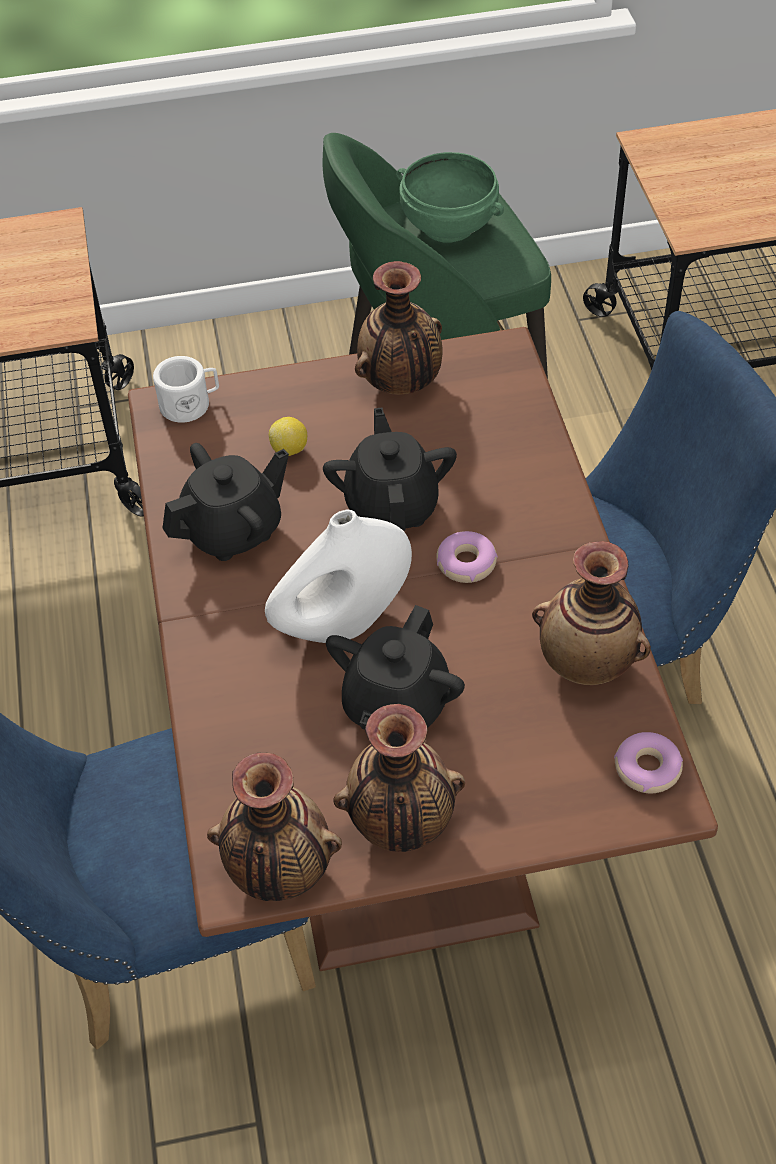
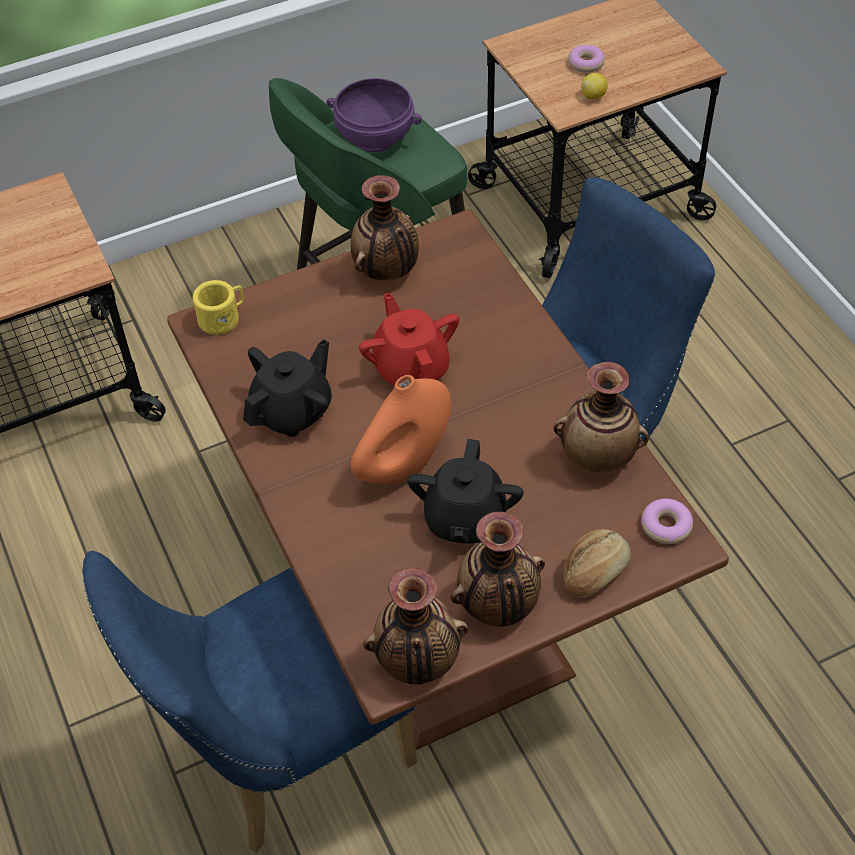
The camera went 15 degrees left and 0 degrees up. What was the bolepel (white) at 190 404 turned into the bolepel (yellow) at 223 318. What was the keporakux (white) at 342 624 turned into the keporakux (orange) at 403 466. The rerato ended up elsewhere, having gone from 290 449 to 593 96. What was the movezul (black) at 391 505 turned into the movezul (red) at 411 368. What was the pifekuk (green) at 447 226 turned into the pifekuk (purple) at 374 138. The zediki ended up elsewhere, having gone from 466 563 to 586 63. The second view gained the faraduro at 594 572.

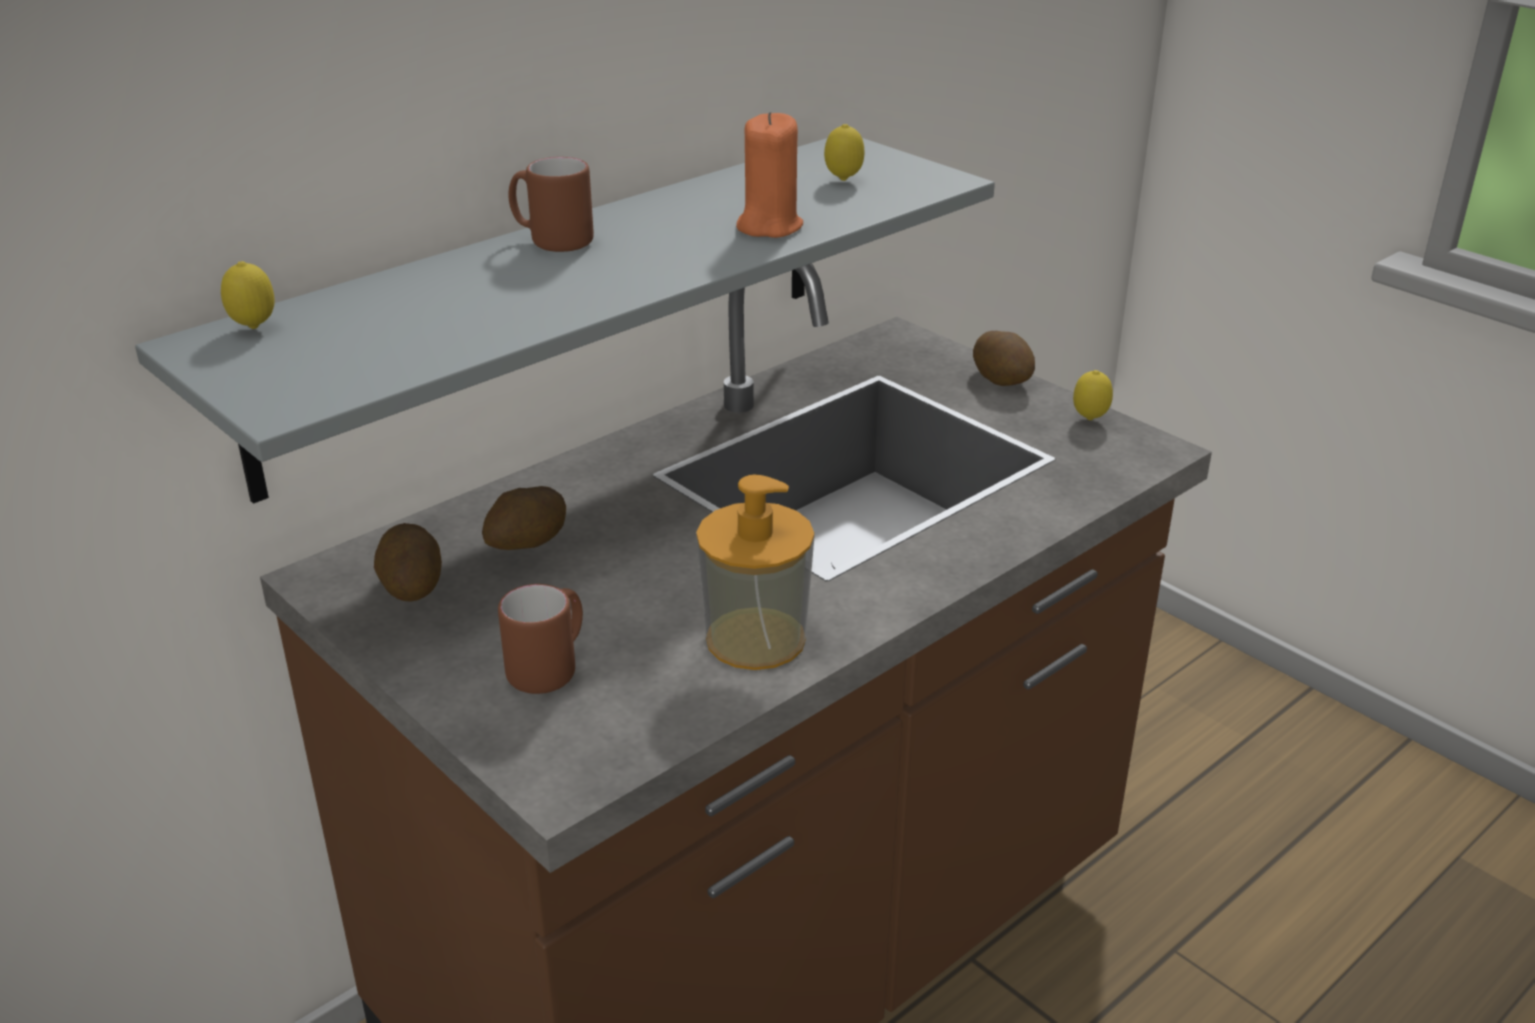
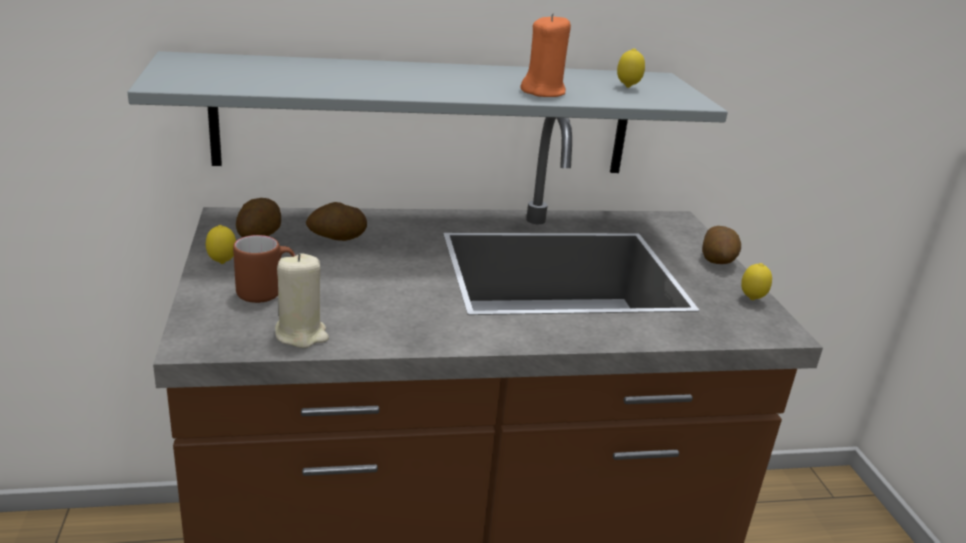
The camera went 30 degrees right and 5 degrees down. The rerato ended up elsewhere, having gone from 254 328 to 222 263. The second view lost the bolepel (brown) at 552 241. The second view lost the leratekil at 755 639. The second view gained the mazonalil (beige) at 301 334.

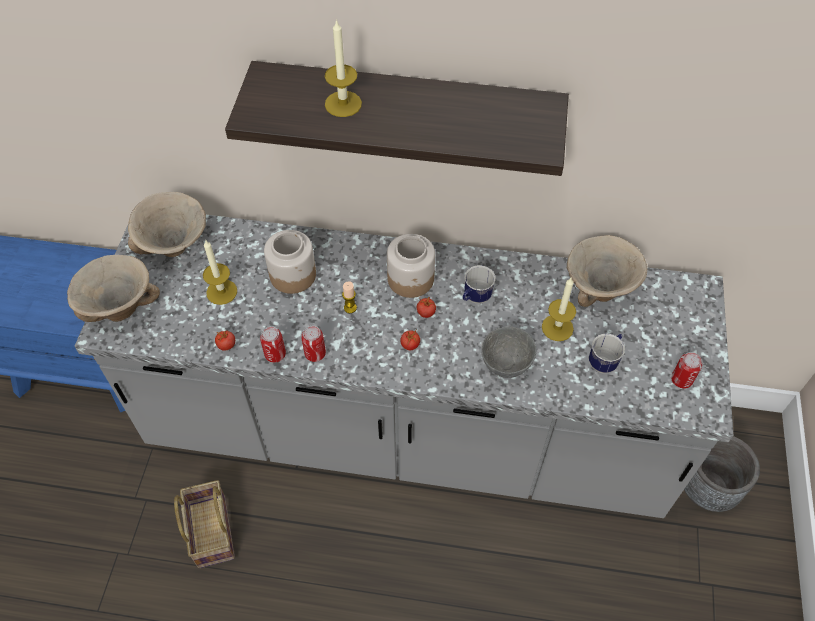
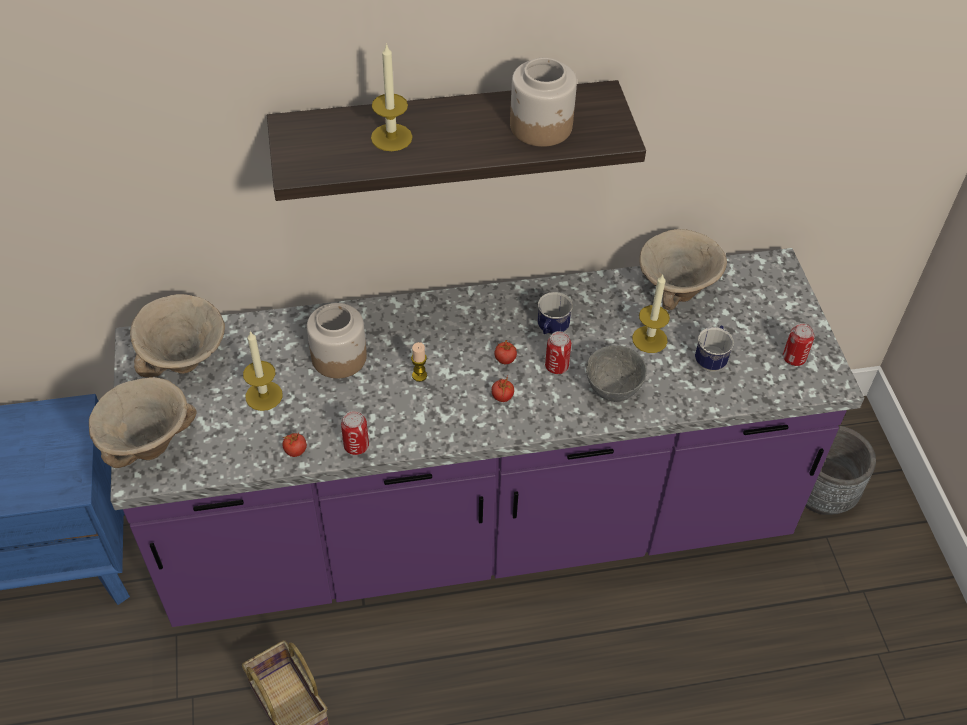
The camera went 20 degrees left and 5 degrees down. What was the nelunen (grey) at 407 433 turned into the nelunen (purple) at 478 529. The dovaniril ended up elsewhere, having gone from 315 353 to 556 366. The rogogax ended up elsewhere, having gone from 411 279 to 542 127.

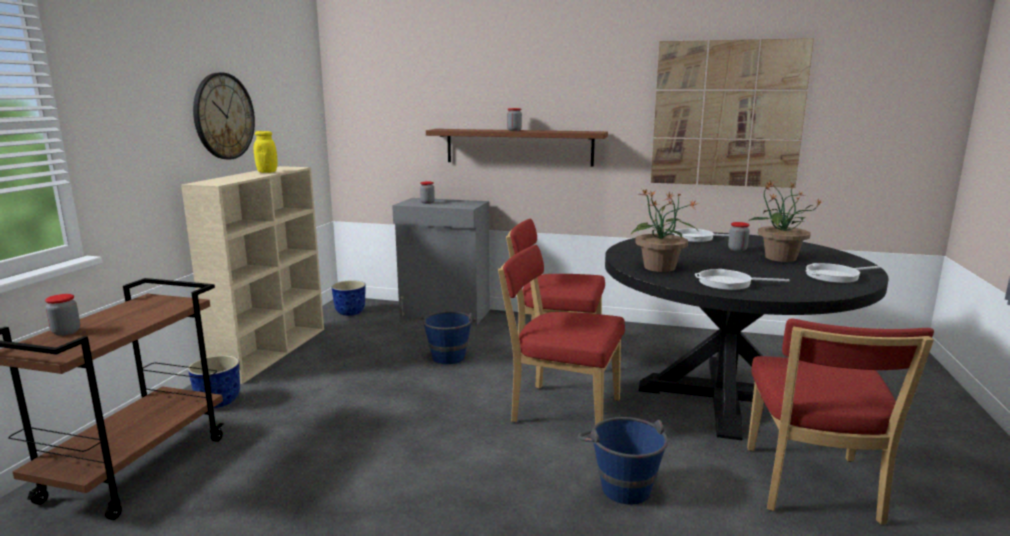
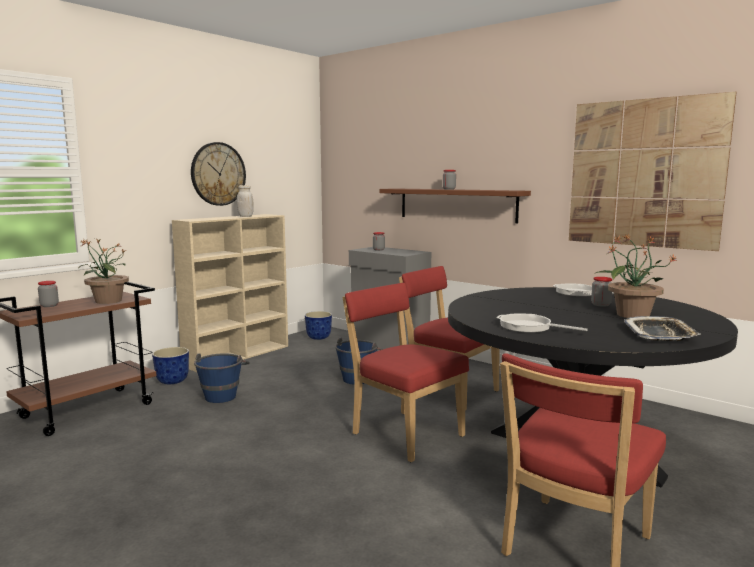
The camera went 25 degrees right and 5 degrees down. What was the rogogax (yellow) at 267 172 turned into the rogogax (white) at 245 216. The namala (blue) ended up elsewhere, having gone from 620 483 to 223 394. The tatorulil ended up elsewhere, having gone from 660 268 to 107 301. Where the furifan stood at 835 276, the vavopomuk came to stand at 660 334.

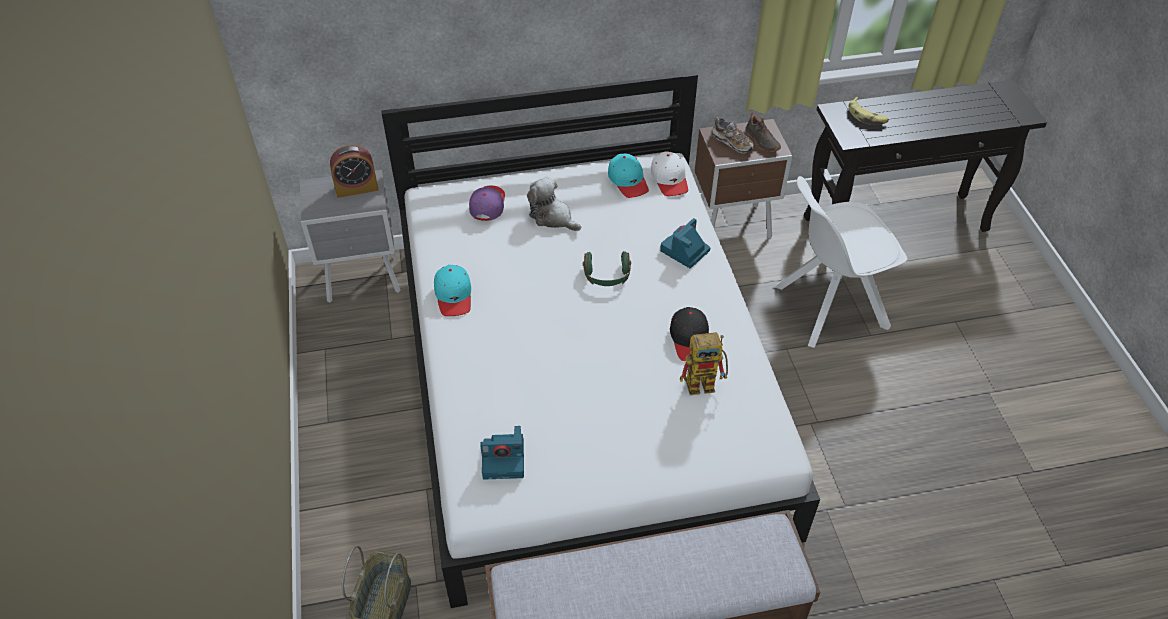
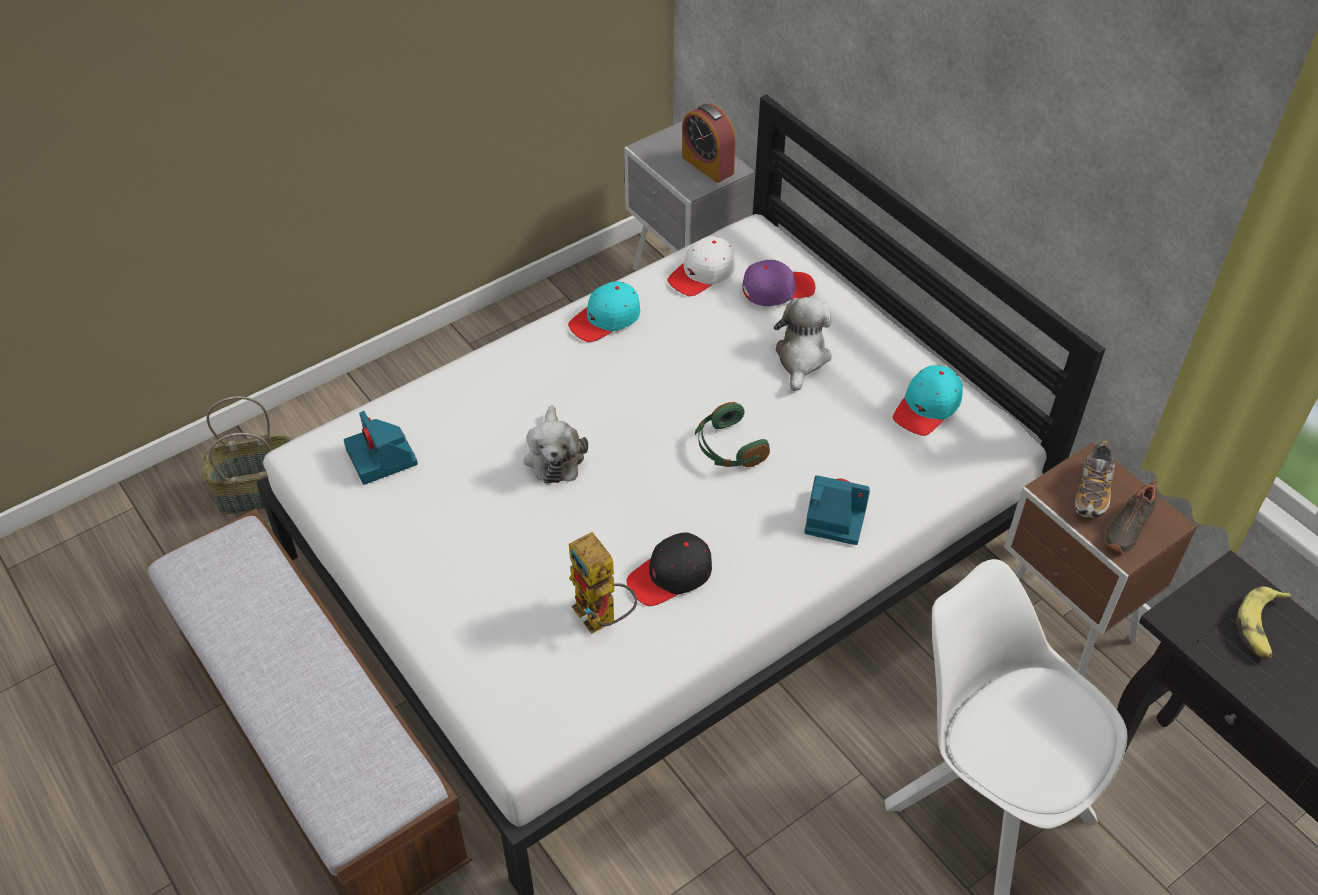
The camera went 65 degrees right and 0 degrees up. The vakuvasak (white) ended up elsewhere, having gone from 669 179 to 702 274. The second view gained the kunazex at 554 456.

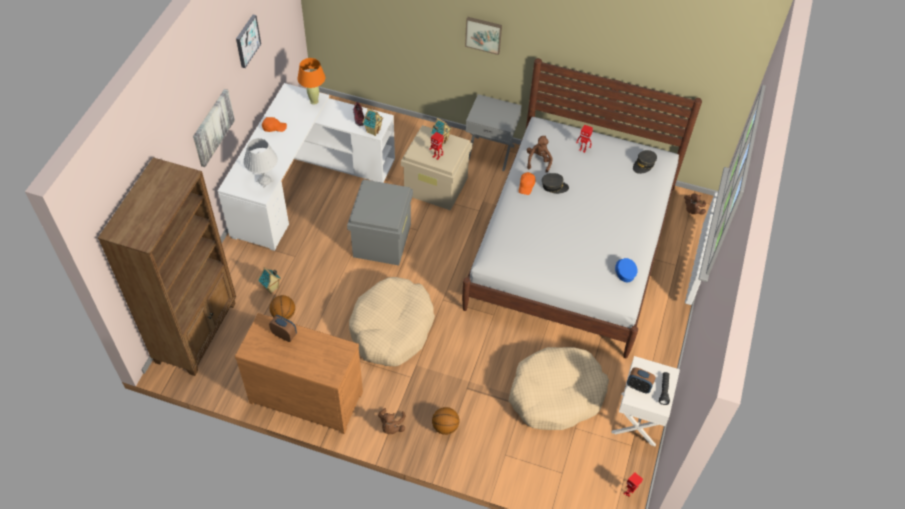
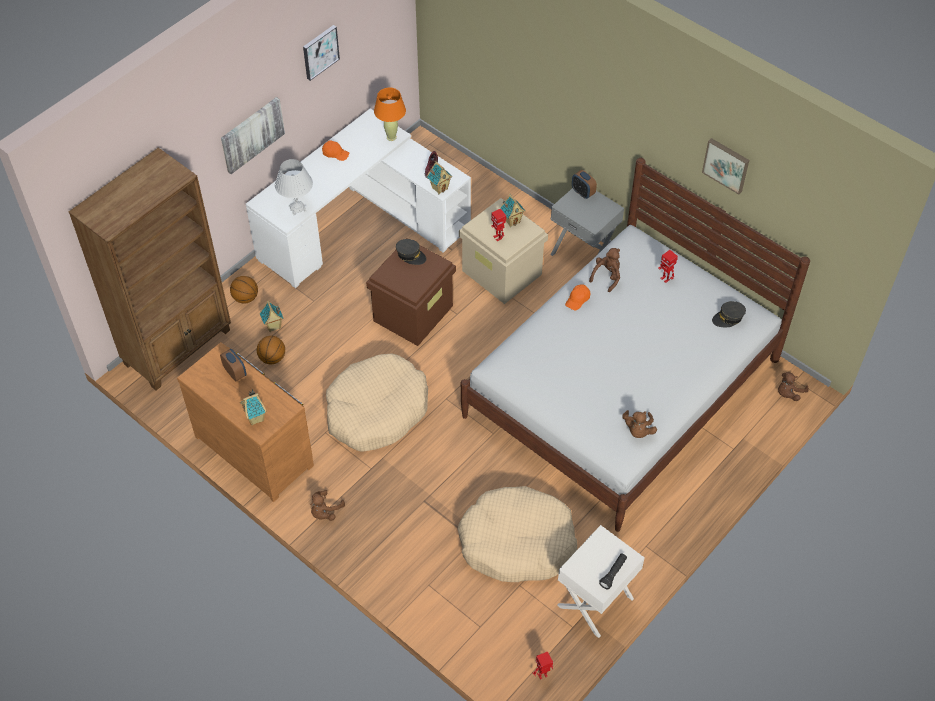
The camera went 25 degrees right and 0 degrees up. What was the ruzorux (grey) at 382 240 turned into the ruzorux (brown) at 413 312. The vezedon ended up elsewhere, having gone from 445 426 to 245 298. The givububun ended up elsewhere, having gone from 483 34 to 726 165. The vakuvasak (grey) ended up elsewhere, having gone from 554 186 to 411 255. Where the vakuvasak (blue) stood at 624 272, the kunazex (brown) came to stand at 638 430. The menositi ended up elsewhere, having gone from 638 386 to 583 192. The second view gained the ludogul at 256 418.

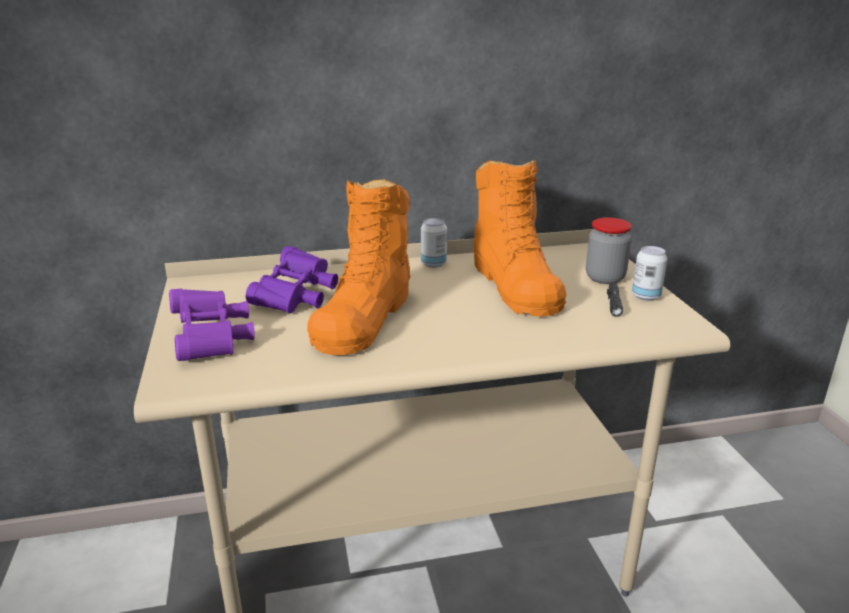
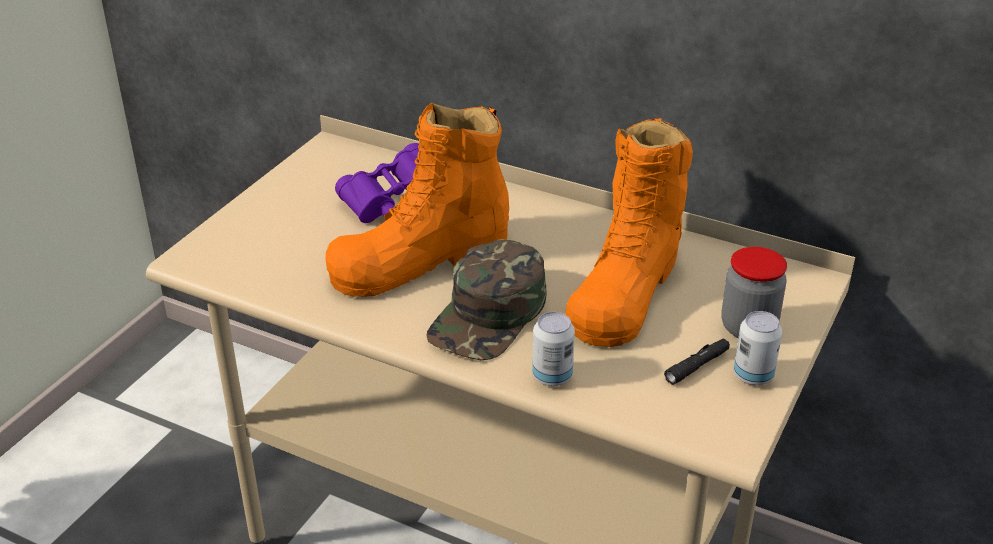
The camera went 40 degrees right and 10 degrees up. The second view lost the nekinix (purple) at 212 340. The dovaniril ended up elsewhere, having gone from 433 264 to 552 376. The second view gained the vakuvasak (green) at 489 315.

